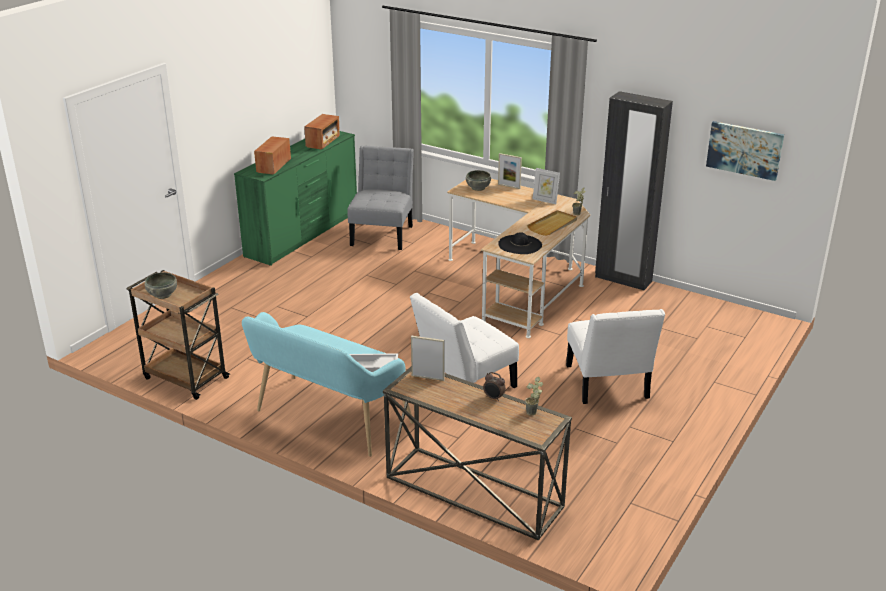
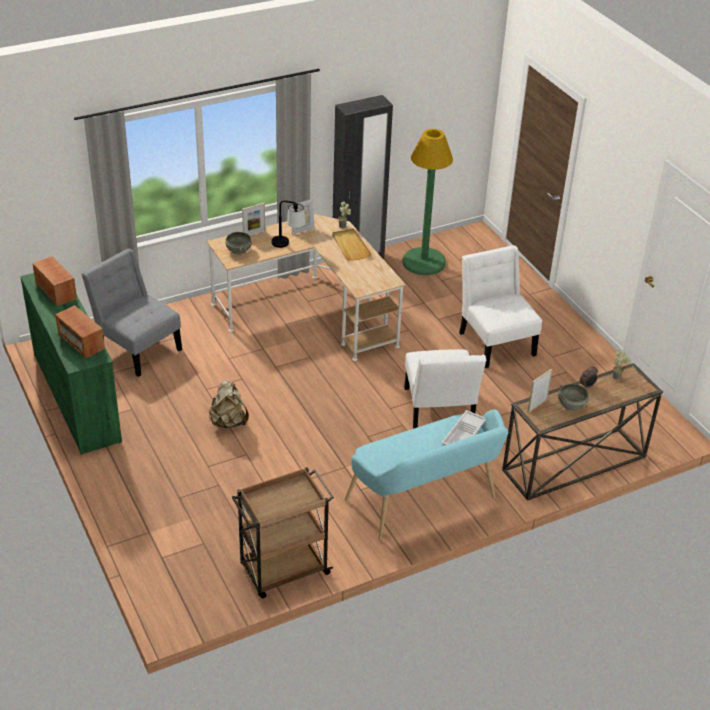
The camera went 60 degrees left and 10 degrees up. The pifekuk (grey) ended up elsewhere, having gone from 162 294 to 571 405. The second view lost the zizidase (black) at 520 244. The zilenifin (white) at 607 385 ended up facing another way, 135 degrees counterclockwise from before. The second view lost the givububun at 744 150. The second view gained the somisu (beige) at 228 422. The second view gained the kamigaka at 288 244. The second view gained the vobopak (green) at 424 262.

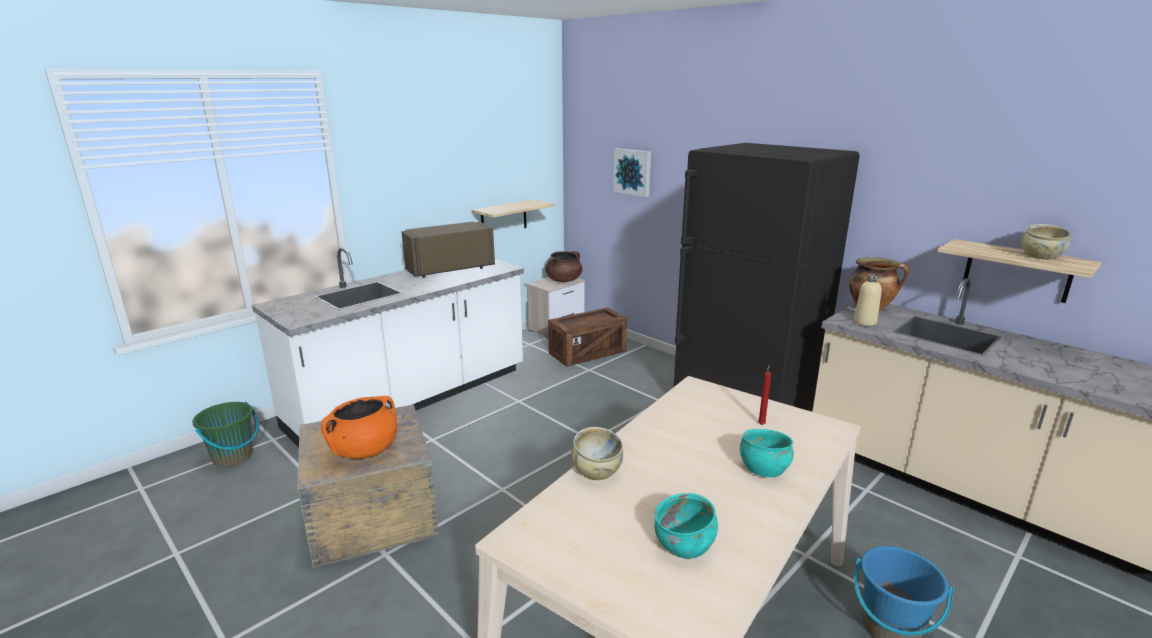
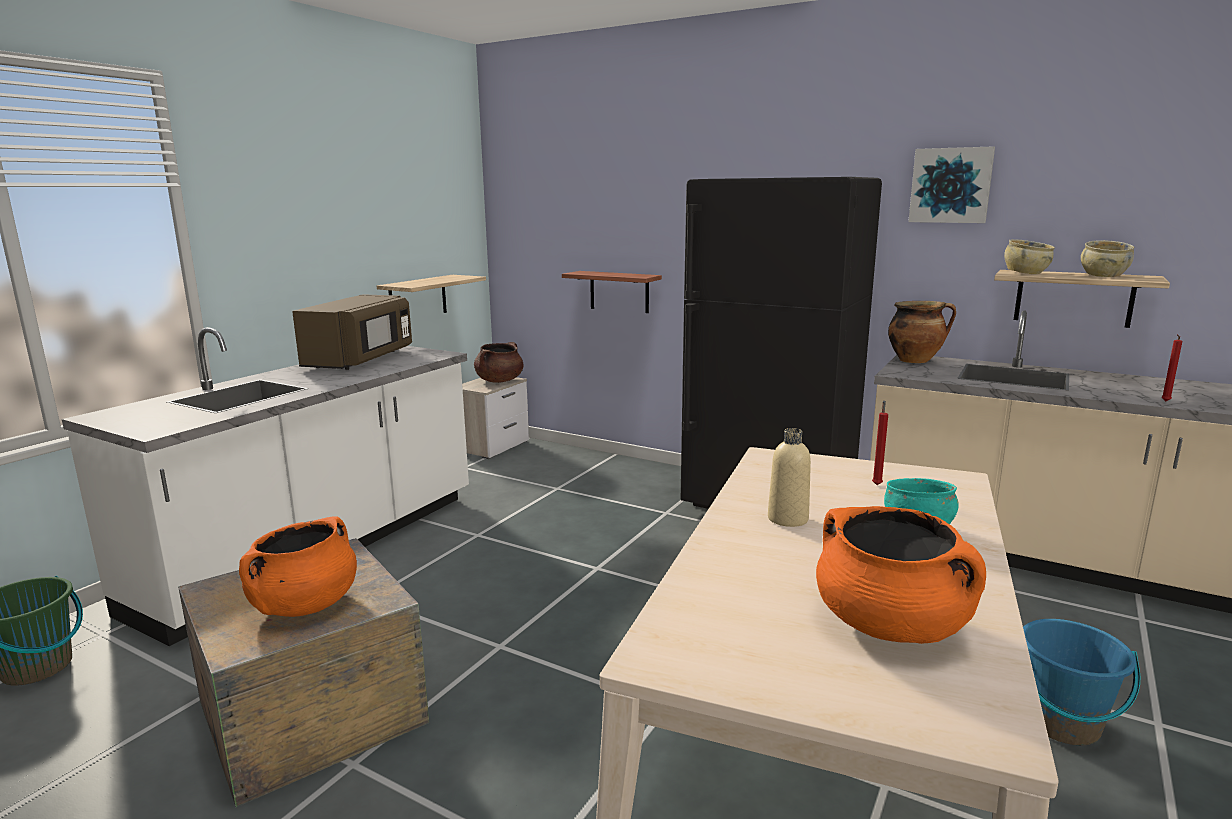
The camera went 15 degrees left and 5 degrees down. The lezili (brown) at 449 268 ended up facing another way, 150 degrees clockwise from before. The second view lost the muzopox at 587 352. The pifekuk (beige) ended up elsewhere, having gone from 596 471 to 1025 273. The givububun ended up elsewhere, having gone from 633 172 to 951 185. Where the pifekuk (turquoise) stood at 684 545, the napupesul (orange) came to stand at 891 625. The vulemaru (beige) ended up elsewhere, having gone from 865 322 to 787 519. The second view gained the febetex at 619 291. The second view gained the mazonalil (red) at 1165 401.

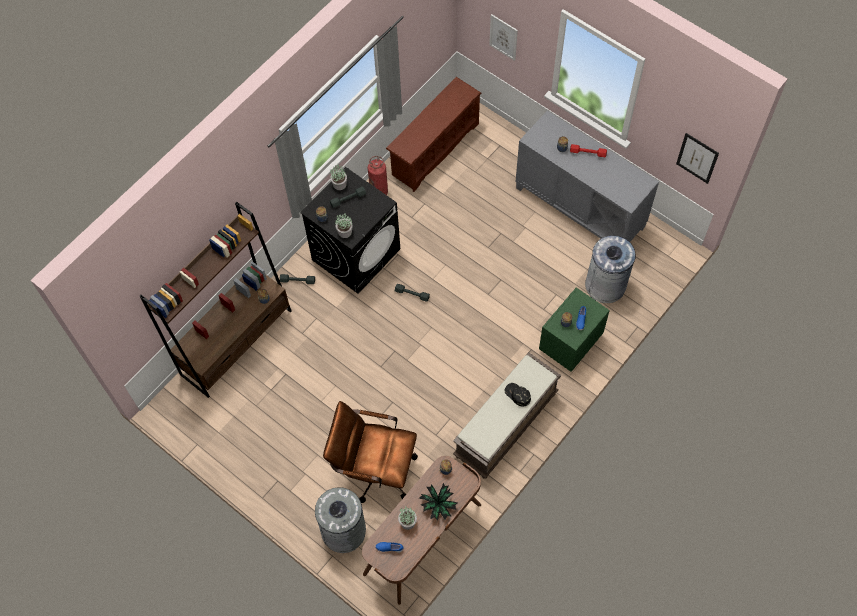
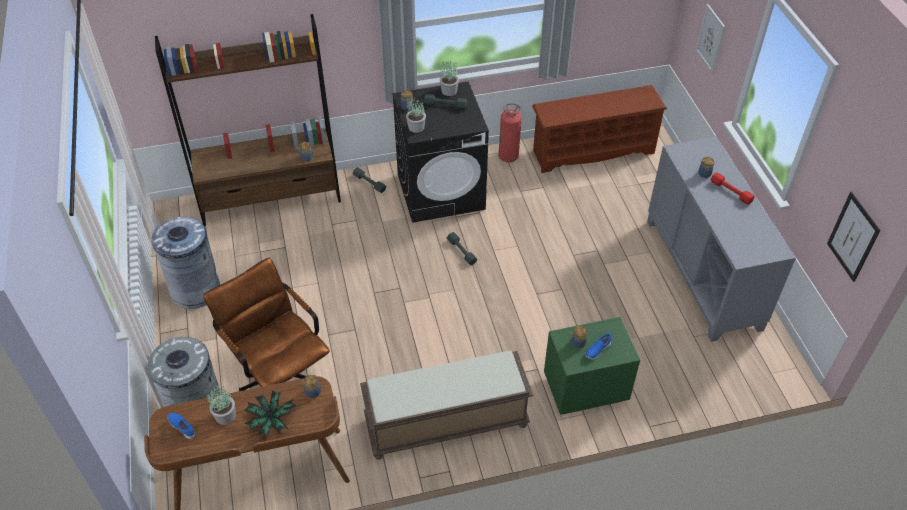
The camera went 35 degrees right and 15 degrees down. The second view lost the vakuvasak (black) at 517 395. The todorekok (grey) ended up elsewhere, having gone from 605 285 to 195 289.

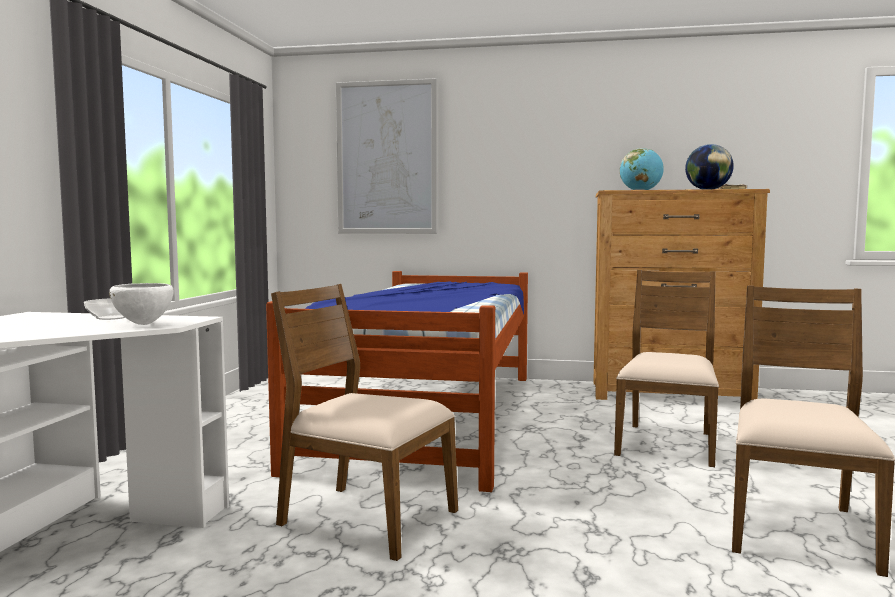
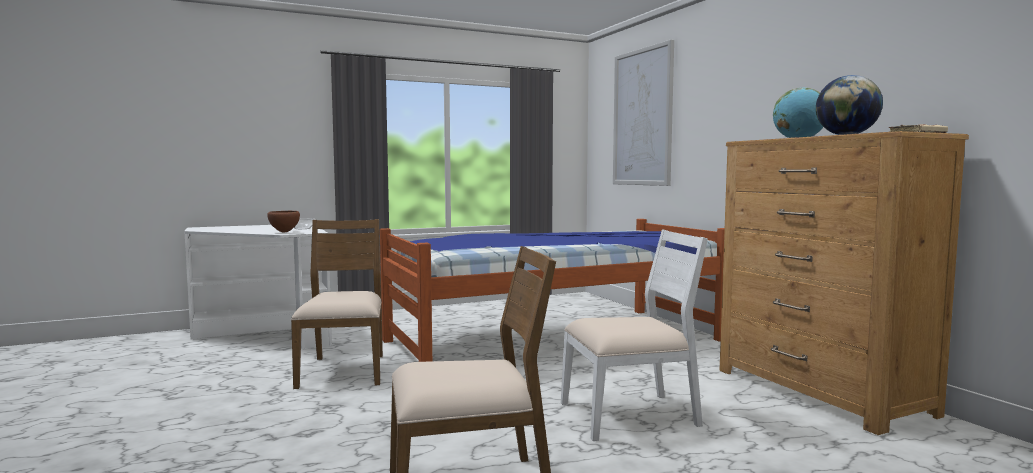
The camera went 55 degrees right and 0 degrees up. What was the pifekuk (white) at 144 324 turned into the pifekuk (brown) at 284 232. What was the zilenifin (brown) at 667 443 turned into the zilenifin (white) at 630 415.

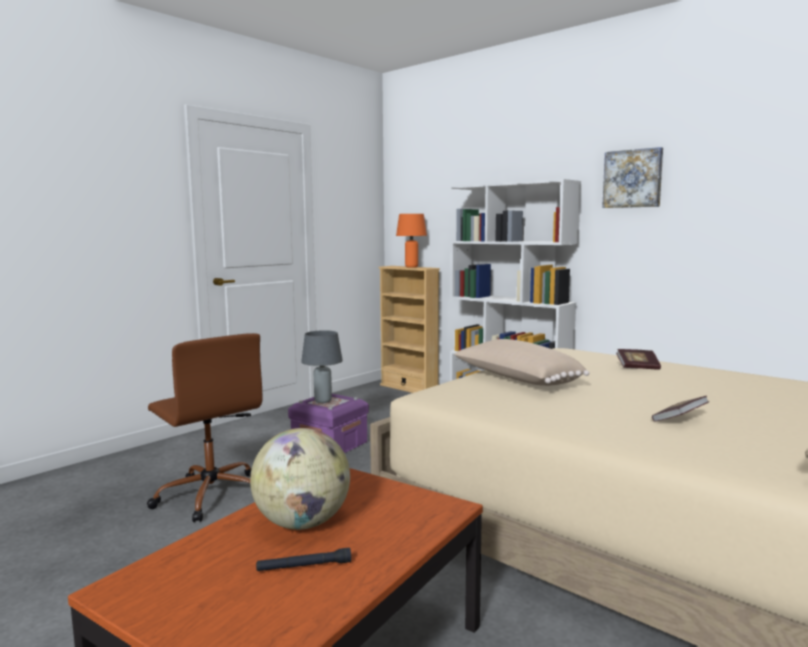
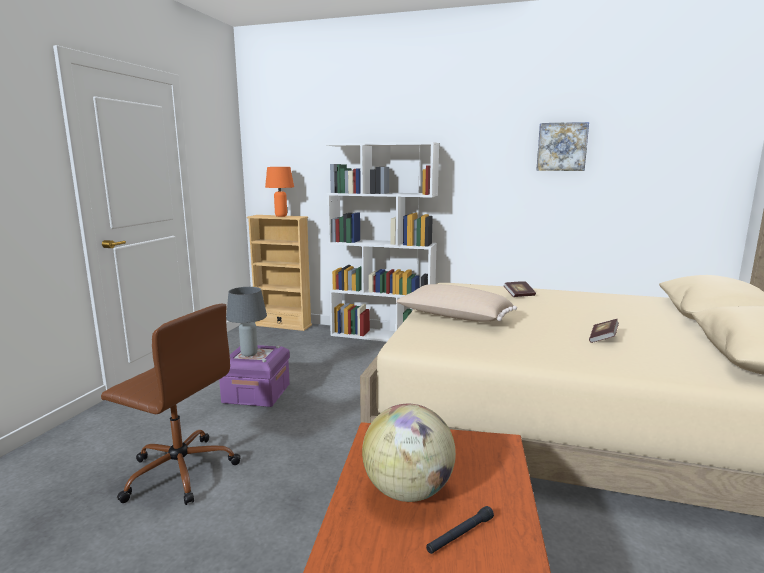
The camera went 25 degrees left and 5 degrees up. The givububun ended up elsewhere, having gone from 633 179 to 561 147.

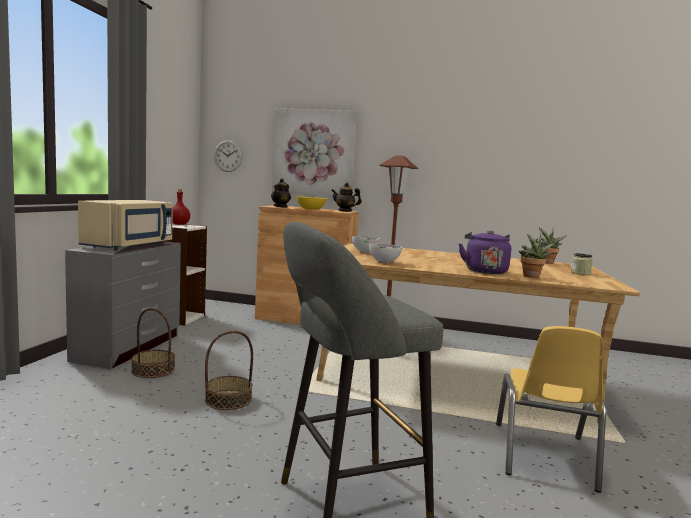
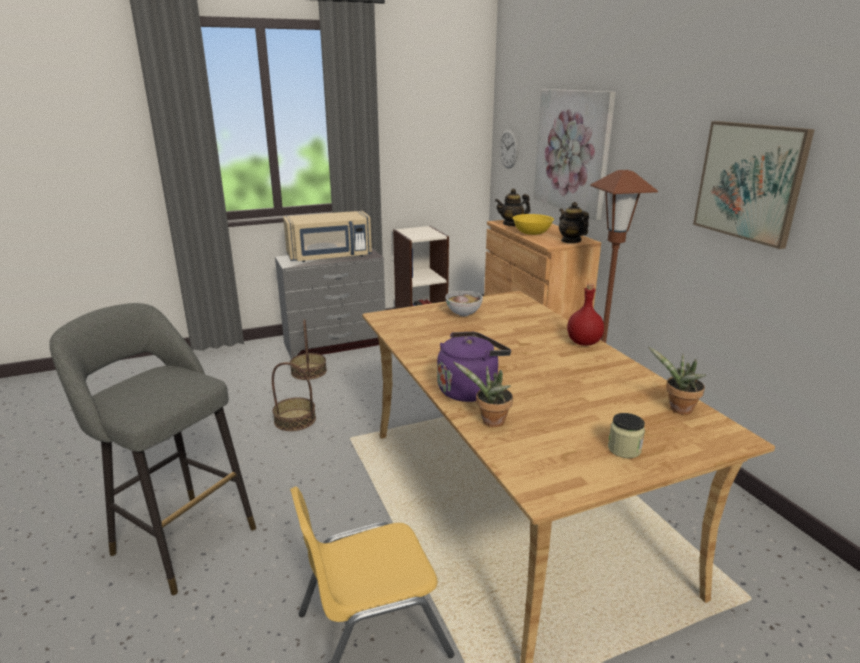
The camera went 55 degrees right and 15 degrees up. The vulemaru (red) ended up elsewhere, having gone from 179 224 to 583 343. The second view lost the pifekuk at 384 262. The second view gained the givububun at 750 182.

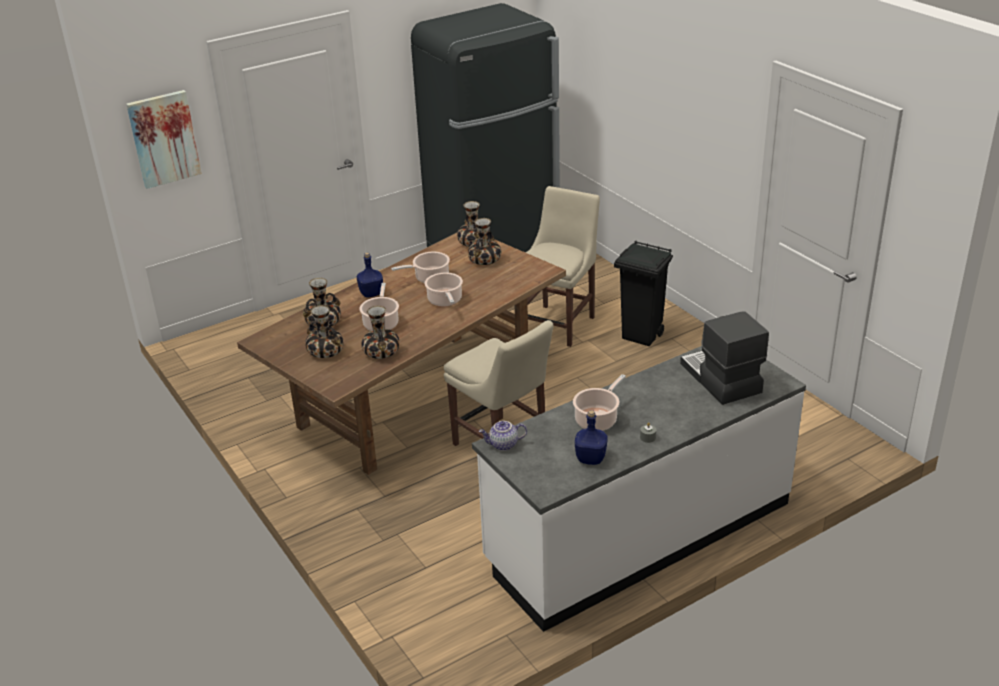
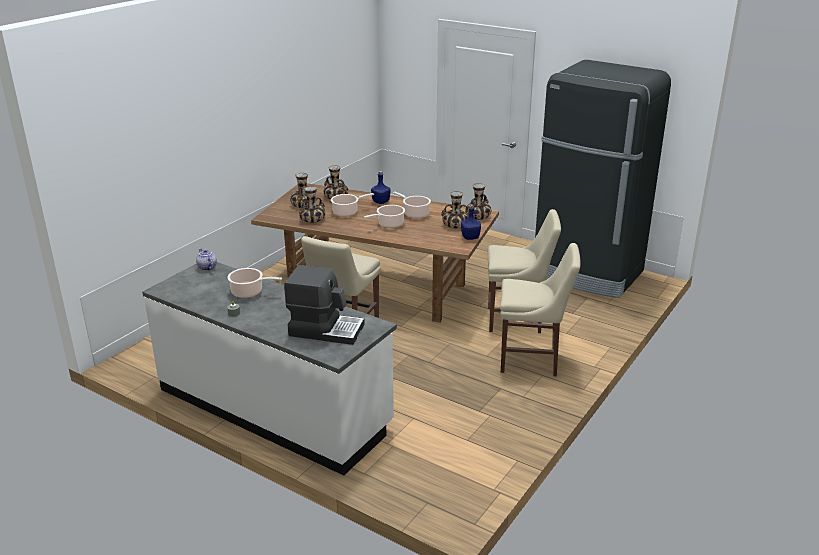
The camera went 65 degrees right and 5 degrees down. The second view lost the givububun at 164 139. The vulemaru (blue) ended up elsewhere, having gone from 590 458 to 470 237. Where the todorekok (black) stood at 642 336, the zilenifin (beige) came to stand at 532 360. The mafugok at 720 379 ended up facing another way, 60 degrees clockwise from before.

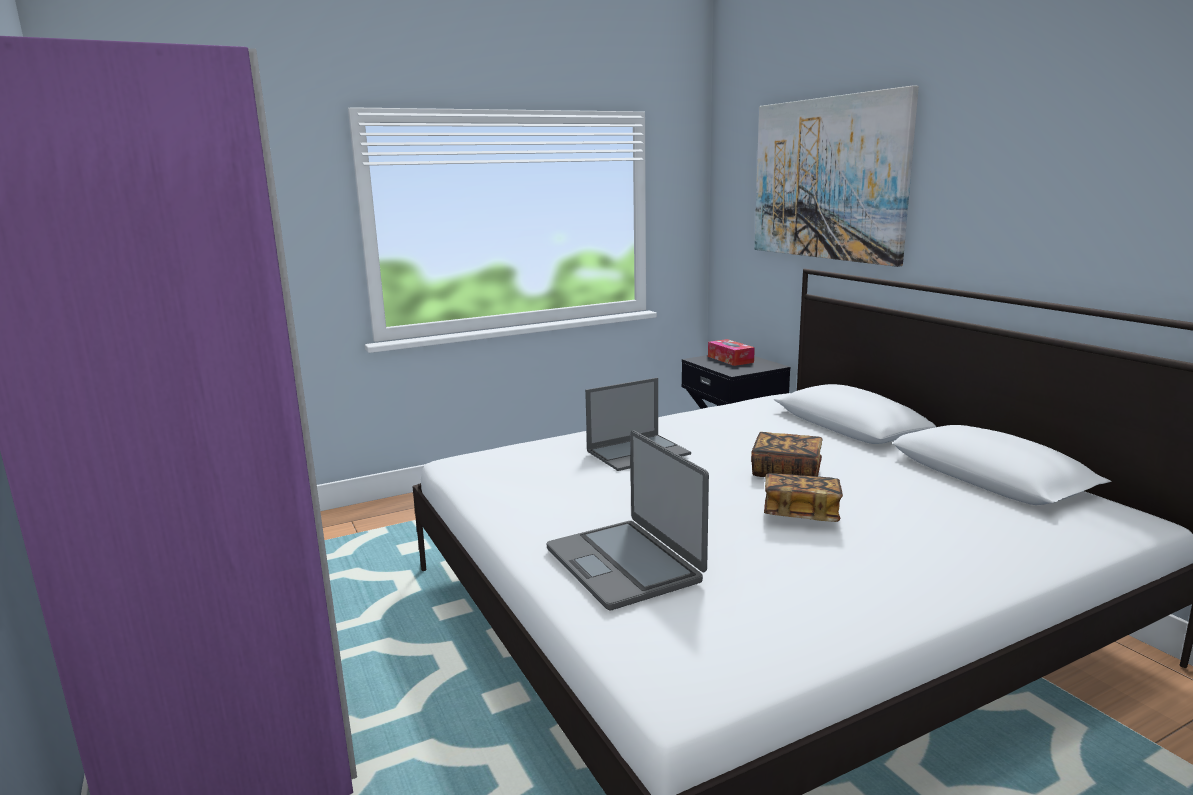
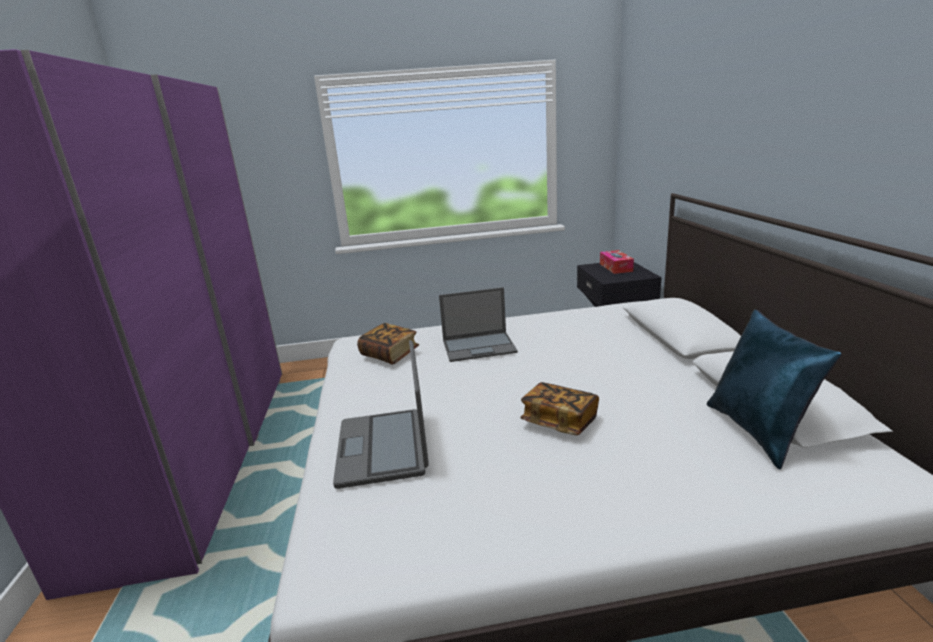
The camera went 20 degrees right and 5 degrees up. The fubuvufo ended up elsewhere, having gone from 786 472 to 390 354. The second view lost the givububun at 827 179. The second view gained the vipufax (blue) at 758 432.

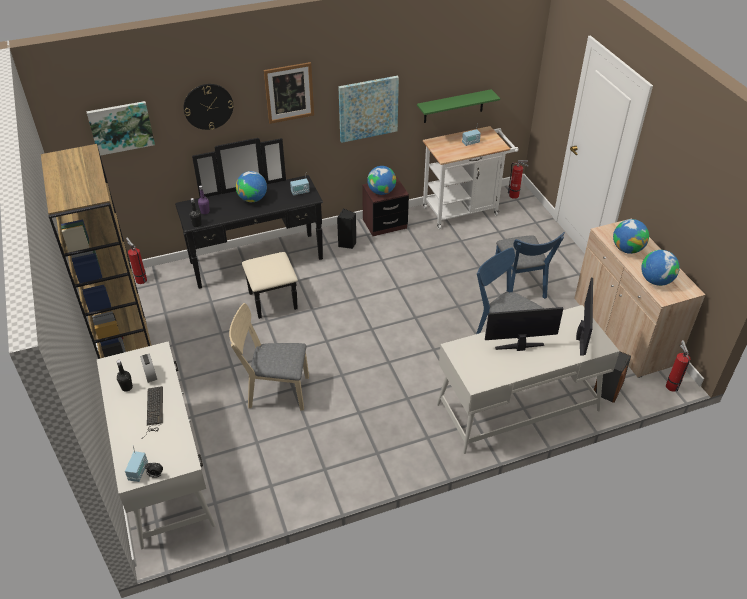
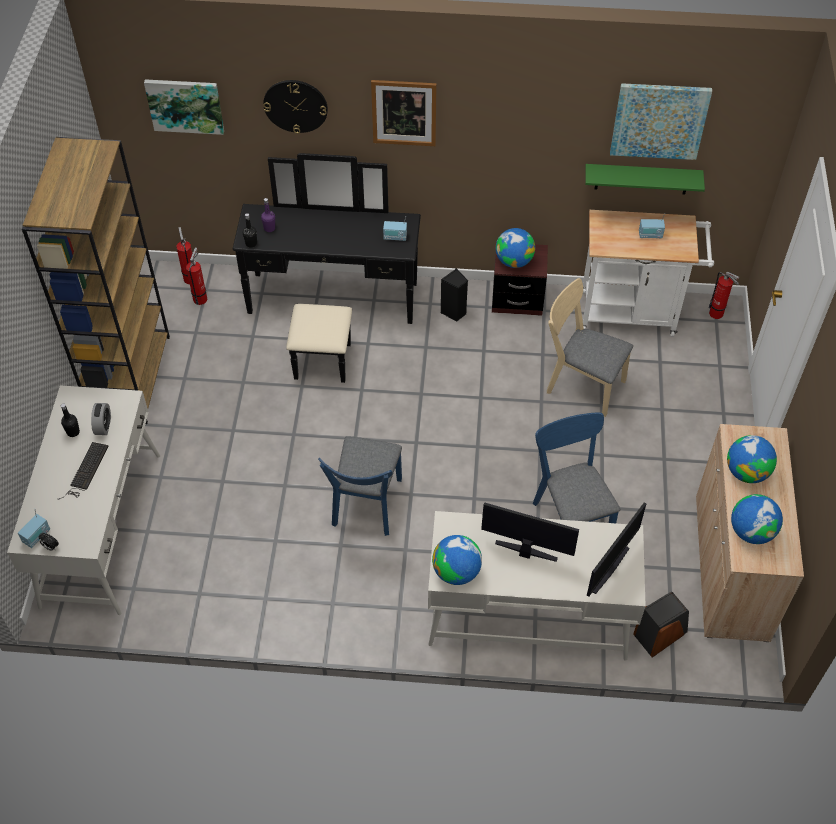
The camera went 25 degrees right and 10 degrees up. The zilenifin (beige) ended up elsewhere, having gone from 273 391 to 580 383. The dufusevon ended up elsewhere, having gone from 253 199 to 456 572. The givububun ended up elsewhere, having gone from 368 108 to 659 120. The zilenifin (blue) ended up elsewhere, having gone from 520 288 to 366 507. The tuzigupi ended up elsewhere, having gone from 671 385 to 201 298.

